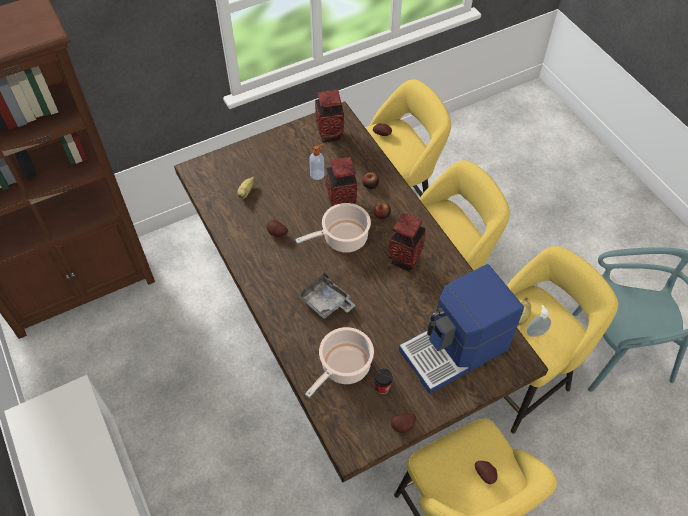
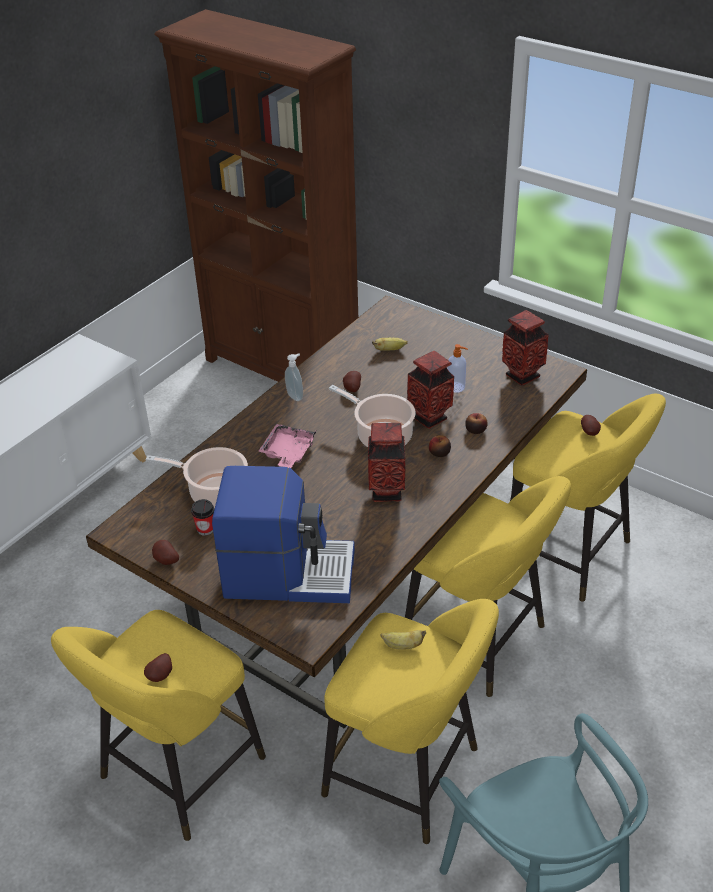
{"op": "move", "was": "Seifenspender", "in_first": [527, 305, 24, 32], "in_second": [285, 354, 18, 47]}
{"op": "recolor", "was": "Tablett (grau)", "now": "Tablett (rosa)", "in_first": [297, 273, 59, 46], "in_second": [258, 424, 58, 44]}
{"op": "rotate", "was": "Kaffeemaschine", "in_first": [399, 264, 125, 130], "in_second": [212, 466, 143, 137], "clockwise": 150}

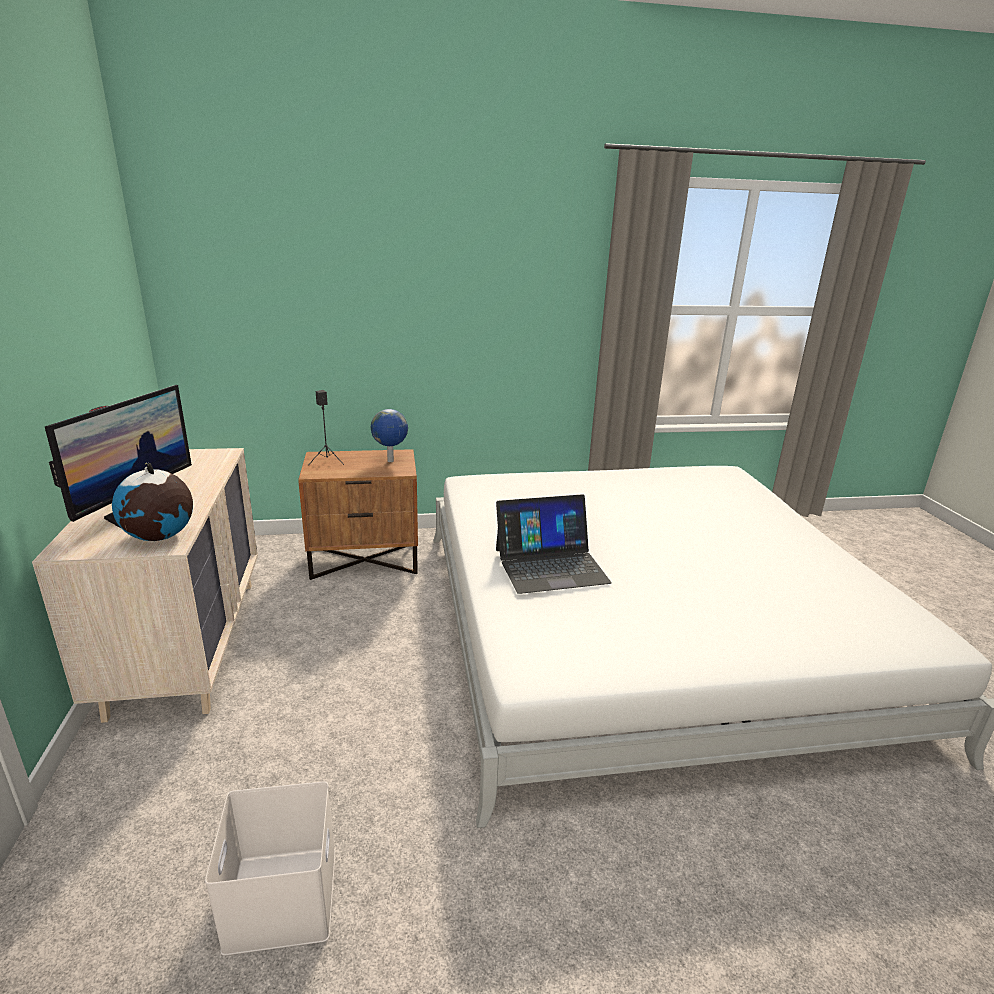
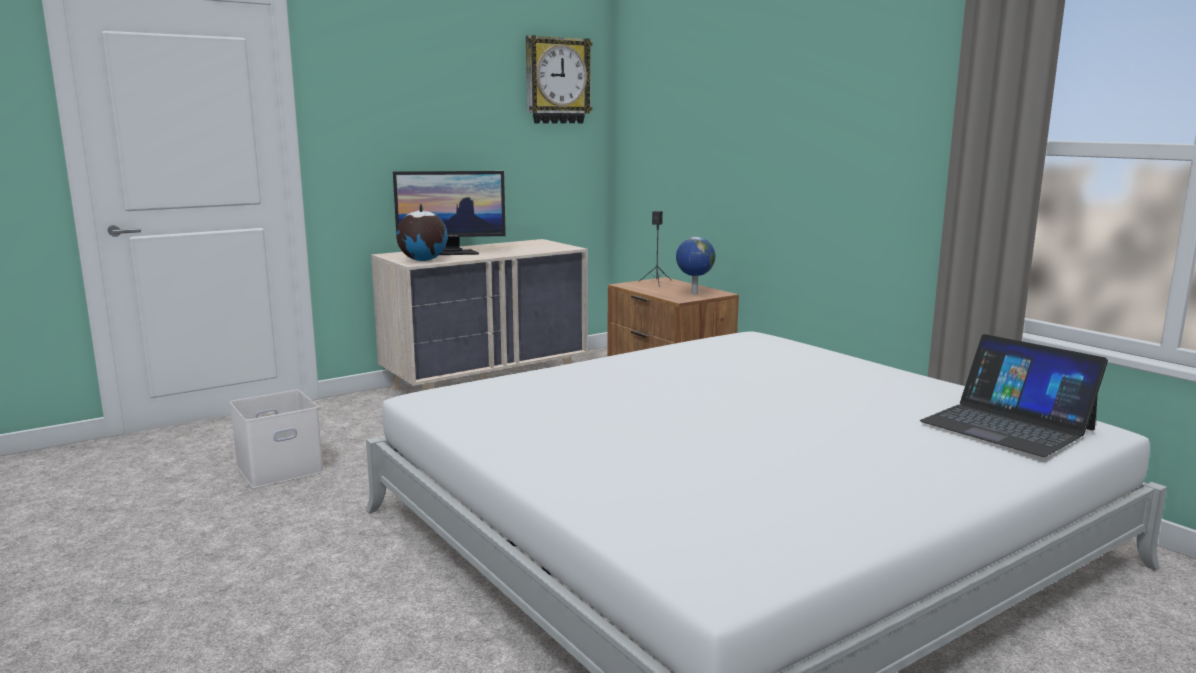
{"op": "insert", "now": "Wanduhr", "in_second": [526, 35, 66, 89]}
{"op": "move", "was": "Laptop", "in_first": [496, 494, 115, 100], "in_second": [920, 334, 188, 123]}

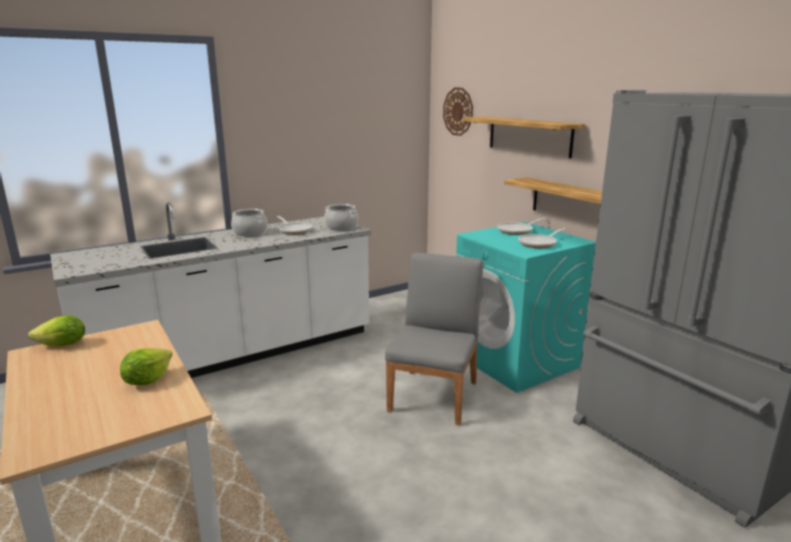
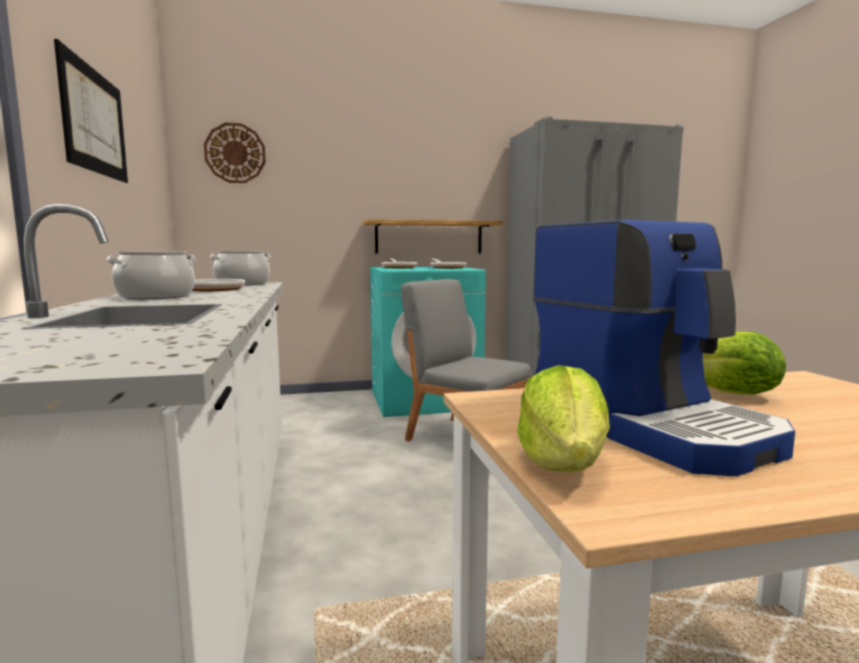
{"op": "delete", "was": "Wandregal", "in_first": [462, 117, 124, 41]}
{"op": "insert", "now": "Bild", "in_second": [54, 39, 74, 144]}
{"op": "insert", "now": "Kaffeemaschine", "in_second": [533, 220, 262, 256]}

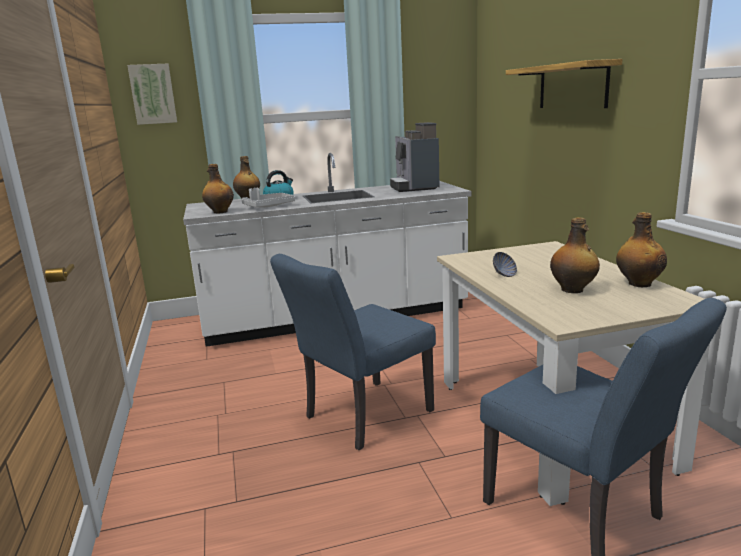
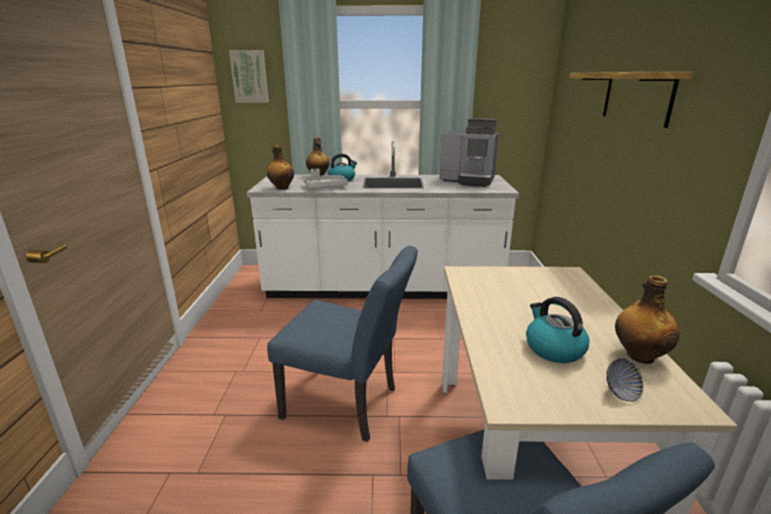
{"op": "move", "was": "Schüssel", "in_first": [493, 252, 24, 25], "in_second": [606, 358, 37, 44]}
{"op": "replace", "was": "Flasche", "now": "Wasserkessel", "in_first": [550, 218, 50, 75], "in_second": [526, 297, 64, 66]}
{"op": "rotate", "was": "Stuhl (blau)", "in_first": [270, 254, 166, 196], "in_second": [267, 246, 151, 196], "clockwise": -135}
{"op": "rotate", "was": "Kaffeemaschine", "in_first": [390, 122, 49, 70], "in_second": [440, 118, 59, 69], "clockwise": -75}

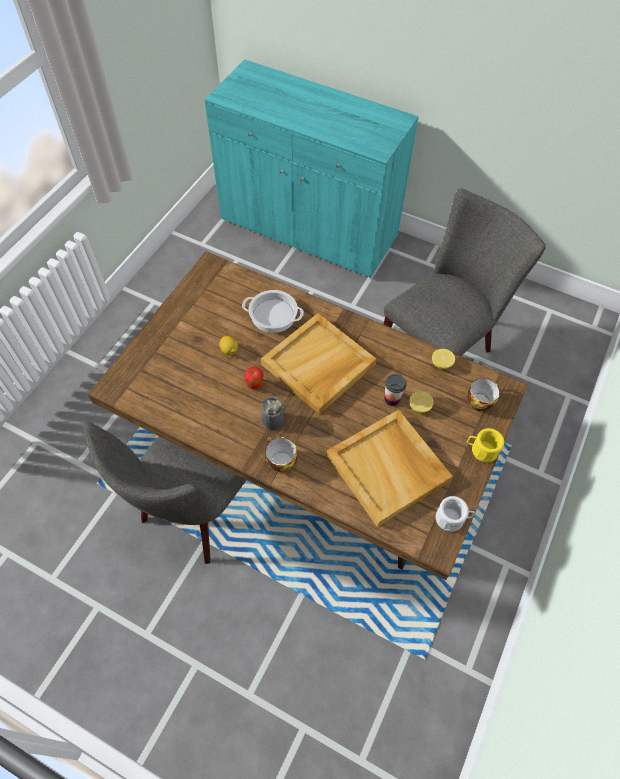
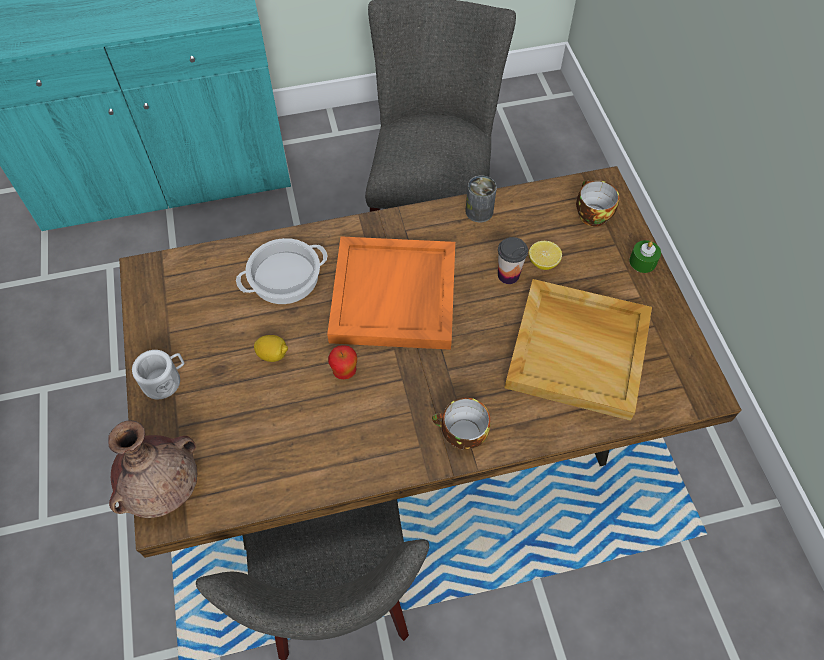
{"op": "delete", "was": "Zitrone", "in_first": [432, 349, 23, 20]}
{"op": "insert", "now": "Vase (braun)", "in_second": [108, 420, 89, 98]}
{"op": "move", "was": "Dose", "in_first": [261, 397, 23, 34], "in_second": [465, 175, 32, 48]}
{"op": "move", "was": "Henkelbecher (weiß)", "in_first": [436, 496, 39, 36], "in_second": [132, 350, 52, 49]}
{"op": "replace", "was": "Henkelbecher (gelb)", "now": "Kerze (grün)", "in_first": [467, 428, 37, 34], "in_second": [629, 240, 32, 33]}
{"op": "recolor", "was": "Tablett (beige)", "now": "Tablett (orange)", "in_first": [261, 313, 115, 101], "in_second": [327, 236, 128, 114]}

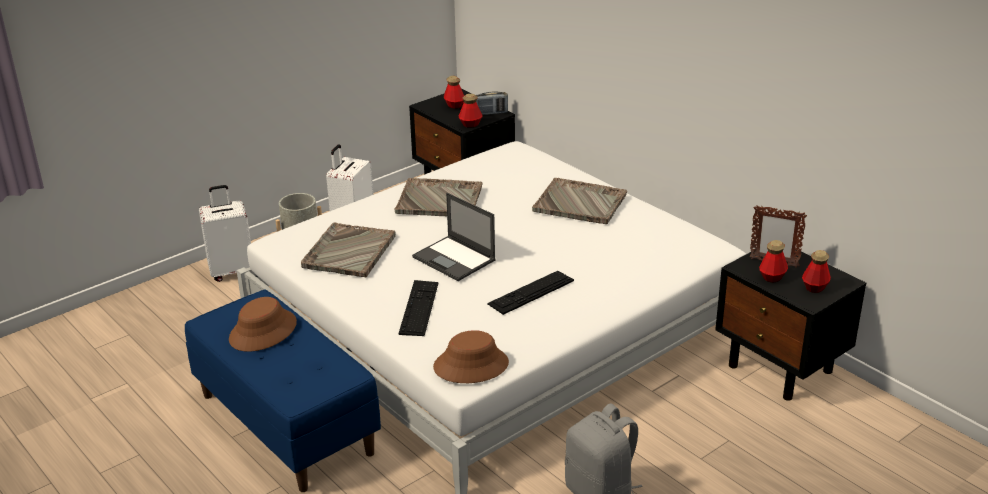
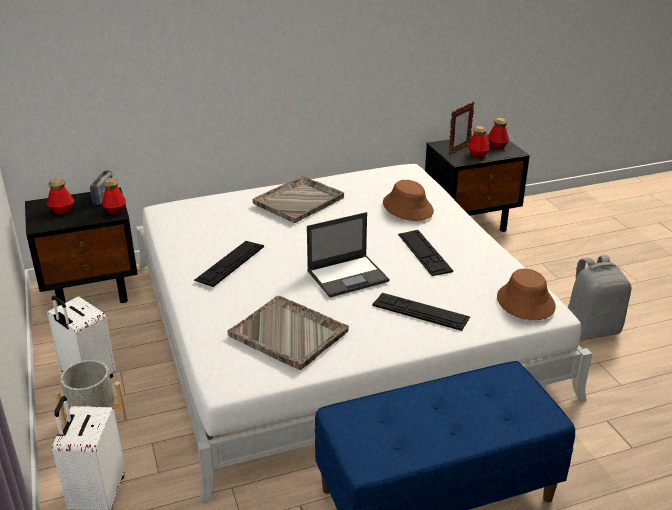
{"op": "move", "was": "Hut (braun)", "in_first": [229, 297, 68, 55], "in_second": [383, 180, 51, 41]}
{"op": "replace", "was": "Tablett (grau)", "now": "Tastatur", "in_first": [395, 178, 88, 38], "in_second": [194, 241, 70, 46]}

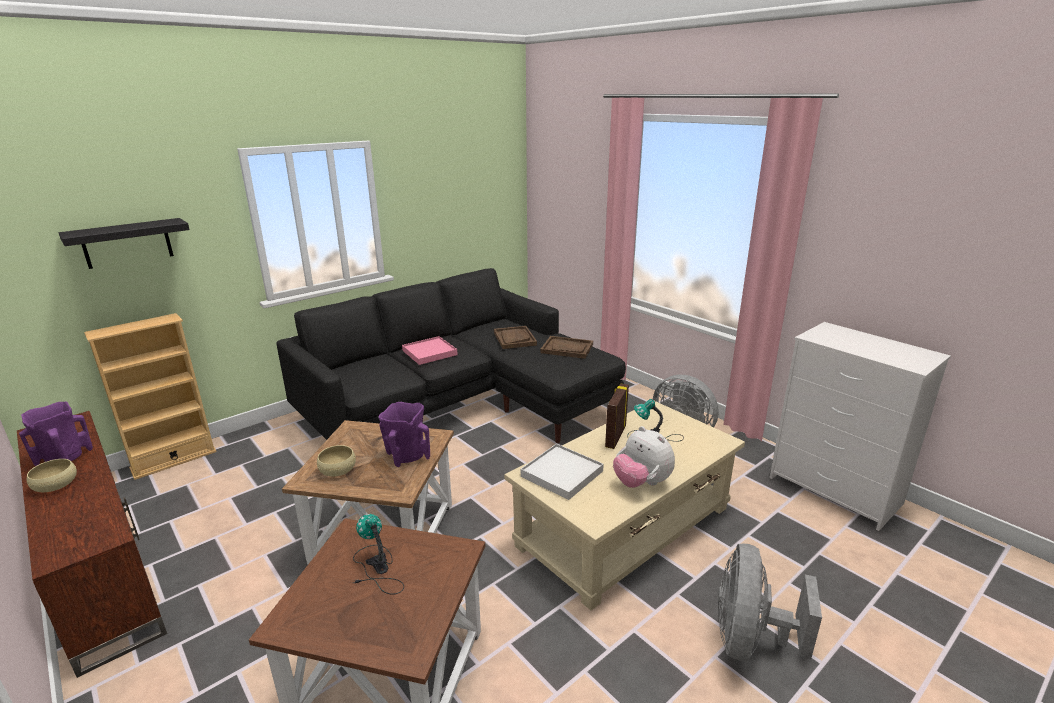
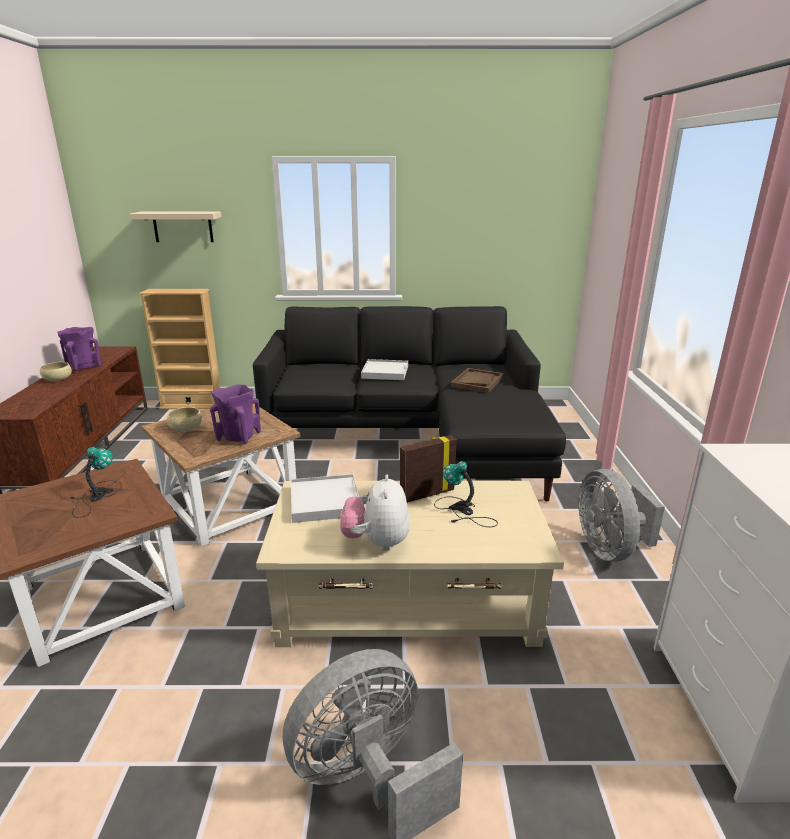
{"op": "delete", "was": "Tablett (braun)", "in_first": [540, 336, 53, 23]}
{"op": "recolor", "was": "Wandregal (schwarz)", "now": "Wandregal (beige)", "in_first": [59, 218, 131, 51], "in_second": [129, 211, 93, 31]}
{"op": "recolor", "was": "Tablett (rosa)", "now": "Tablett (weiß)", "in_first": [402, 336, 56, 29], "in_second": [361, 359, 47, 21]}

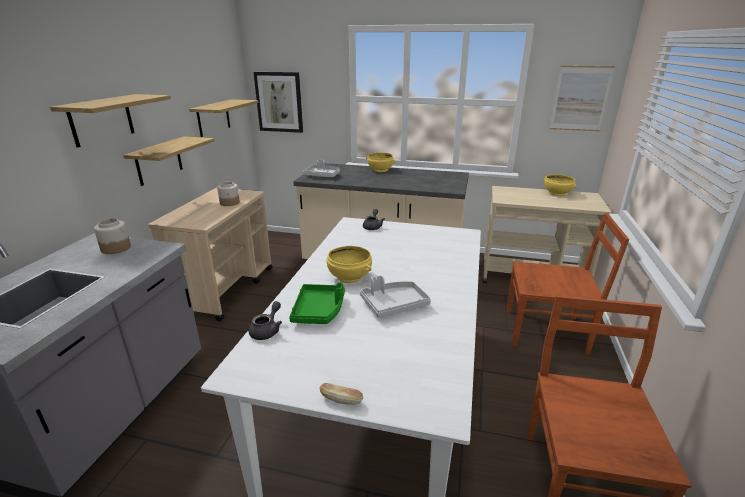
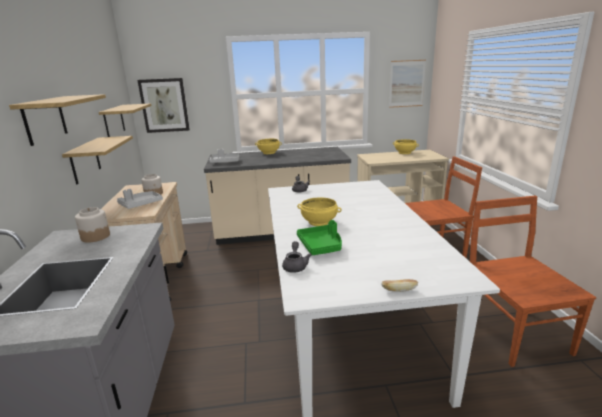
{"op": "move", "was": "Tablett (grau)", "in_first": [360, 275, 71, 43], "in_second": [117, 189, 46, 20]}

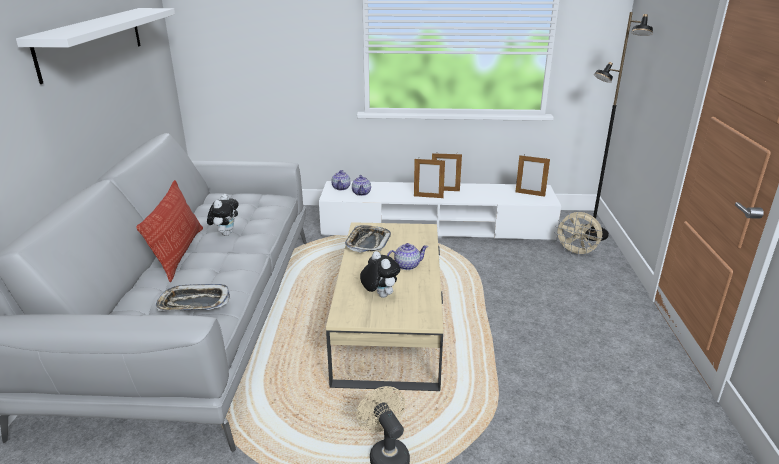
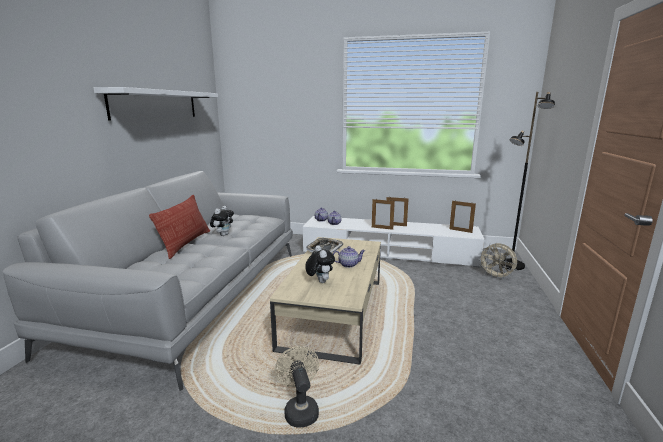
{"op": "delete", "was": "Tablett", "in_first": [155, 284, 75, 27]}

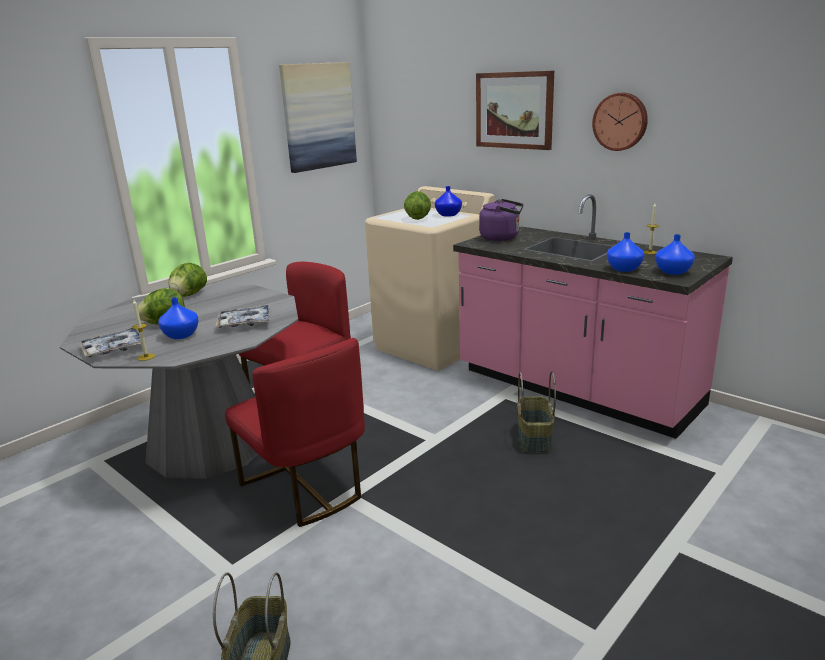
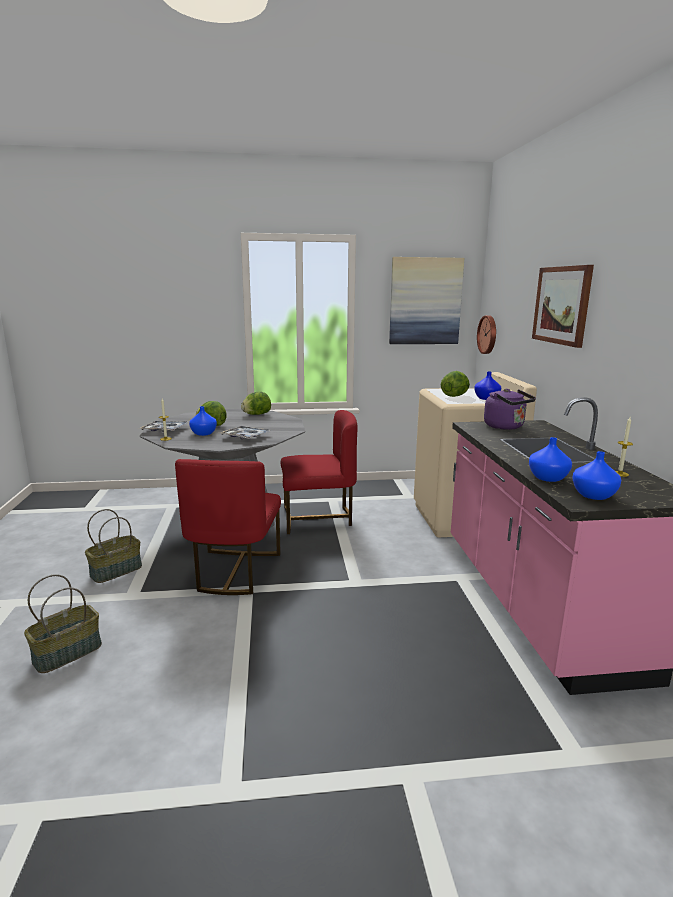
{"op": "move", "was": "Korb", "in_first": [517, 371, 39, 82], "in_second": [85, 509, 57, 74]}
{"op": "move", "was": "Wanduhr", "in_first": [592, 93, 56, 58], "in_second": [477, 316, 19, 38]}

